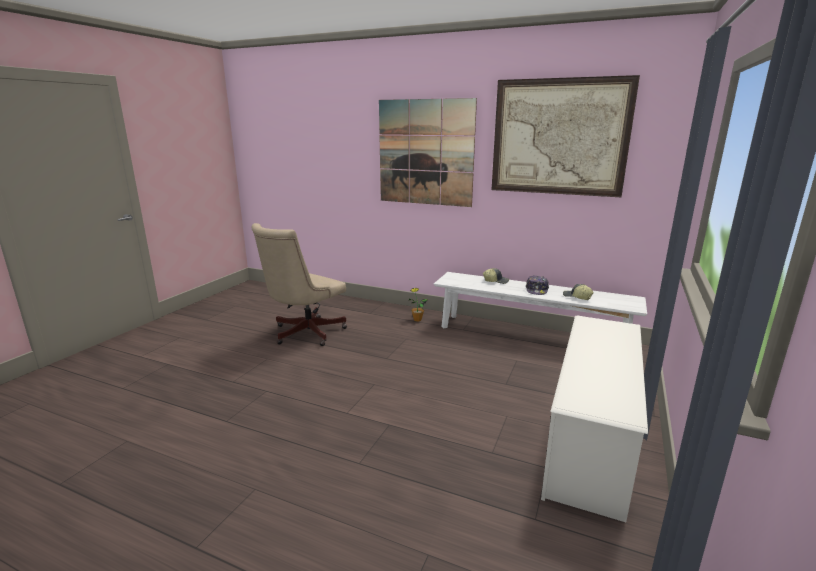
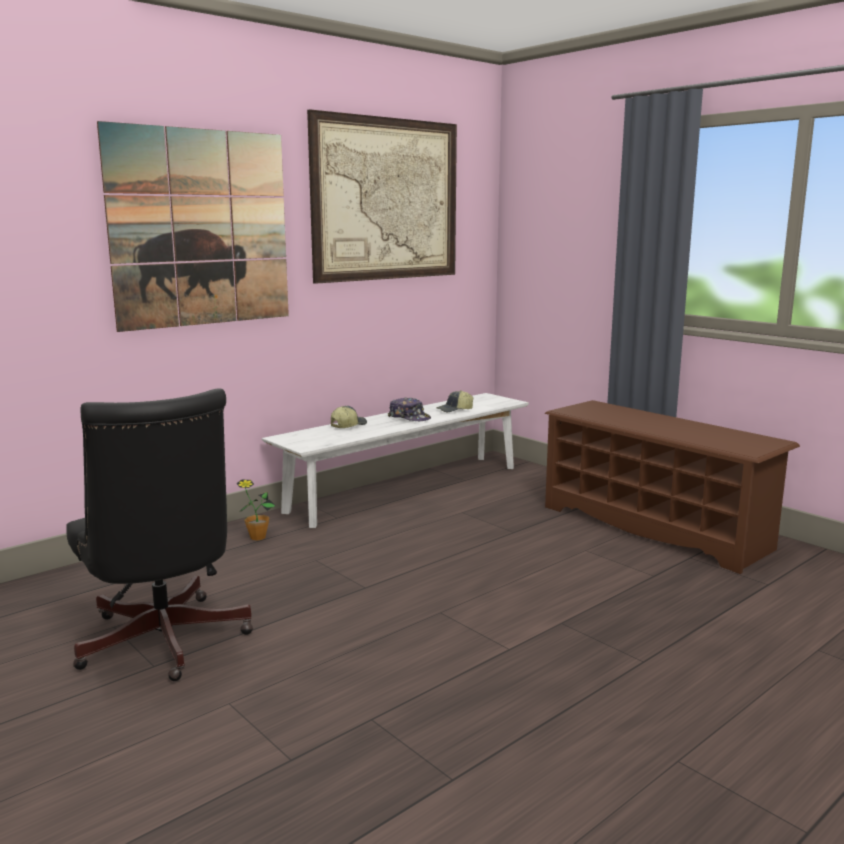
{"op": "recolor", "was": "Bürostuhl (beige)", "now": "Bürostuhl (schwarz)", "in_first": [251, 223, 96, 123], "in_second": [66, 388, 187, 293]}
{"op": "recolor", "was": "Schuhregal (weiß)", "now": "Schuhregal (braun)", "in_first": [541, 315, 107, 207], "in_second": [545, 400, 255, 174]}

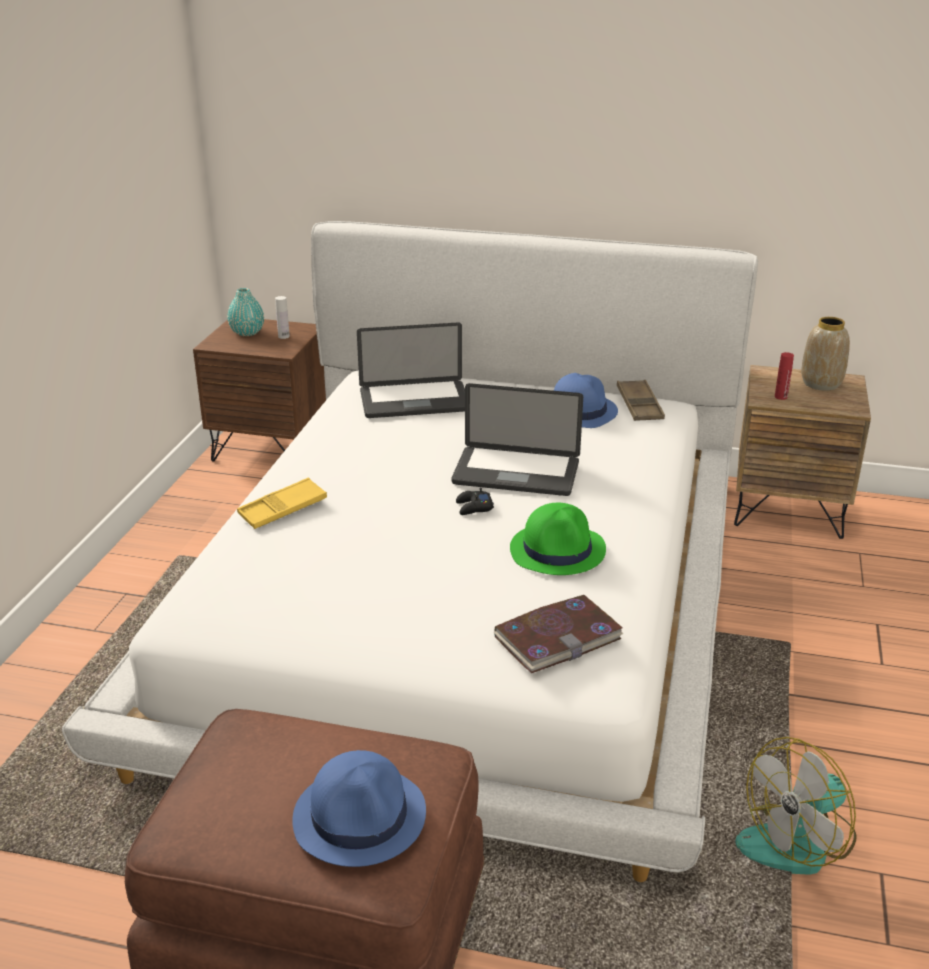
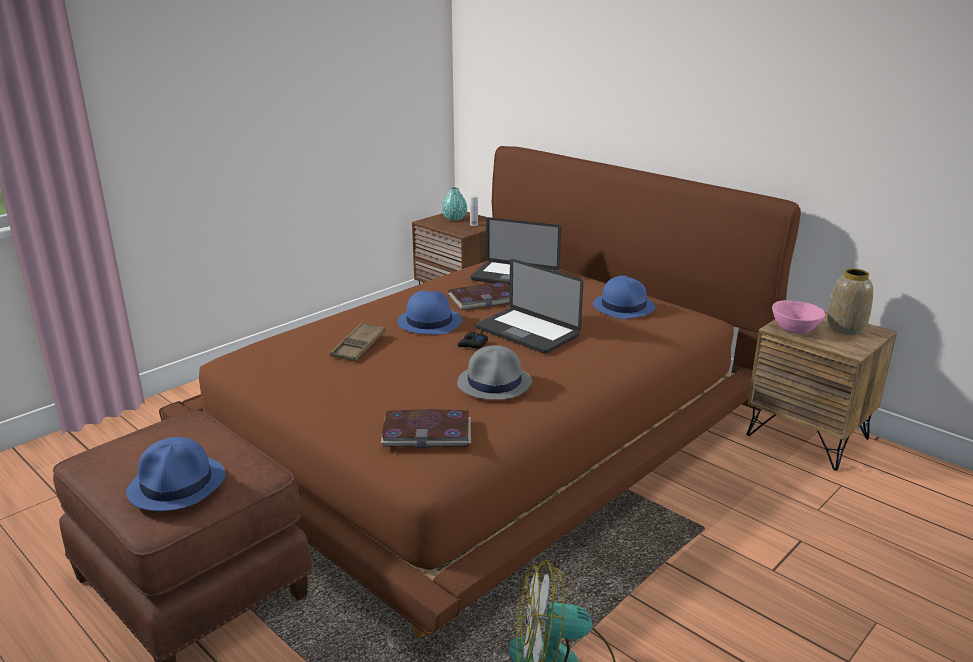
{"op": "delete", "was": "Tablett (gelb)", "in_first": [237, 477, 90, 52]}
{"op": "insert", "now": "Hut (blau)", "in_second": [397, 290, 65, 45]}
{"op": "insert", "now": "Buch", "in_second": [448, 282, 62, 28]}
{"op": "move", "was": "Tablett (braun)", "in_first": [617, 380, 48, 41], "in_second": [330, 323, 56, 38]}
{"op": "replace", "was": "Flasche (rot)", "now": "Schüssel (rosa)", "in_first": [775, 352, 19, 48], "in_second": [772, 300, 53, 34]}
{"op": "recolor", "was": "Bett (weiß)", "now": "Bett (braun)", "in_first": [62, 221, 696, 661], "in_second": [159, 146, 642, 492]}
{"op": "recolor", "was": "Hut (grün)", "now": "Hut (grau)", "in_first": [510, 503, 96, 72], "in_second": [457, 345, 75, 55]}

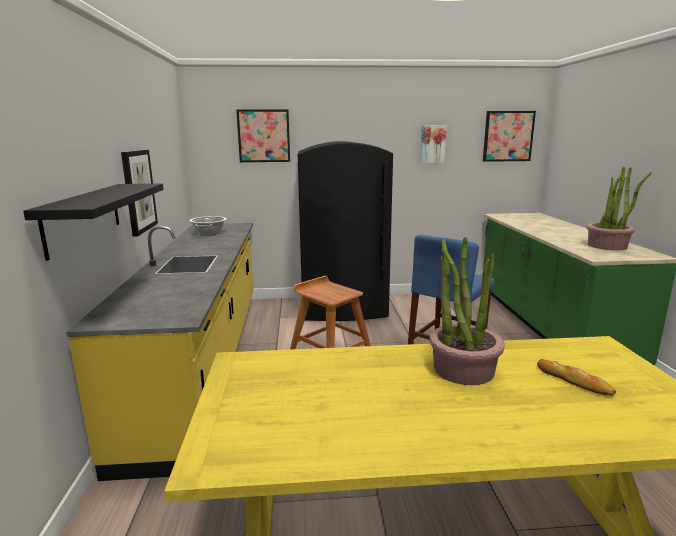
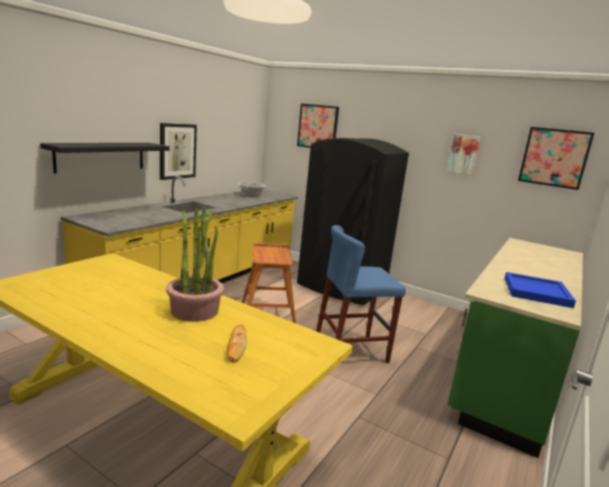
{"op": "replace", "was": "Topfpflanze", "now": "Tablett (blau)", "in_first": [586, 167, 66, 83], "in_second": [504, 272, 72, 36]}

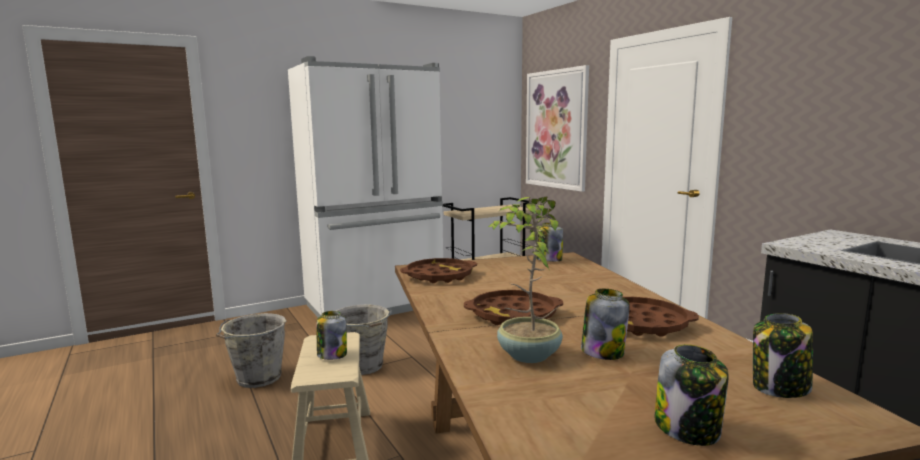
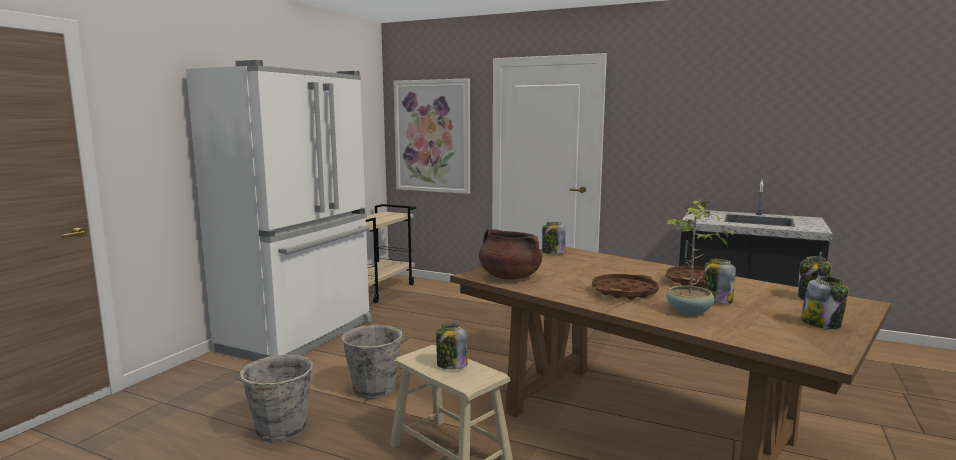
{"op": "replace", "was": "Tablett (braun)", "now": "Kochtopf (braun)", "in_first": [400, 258, 77, 25], "in_second": [479, 229, 63, 51]}

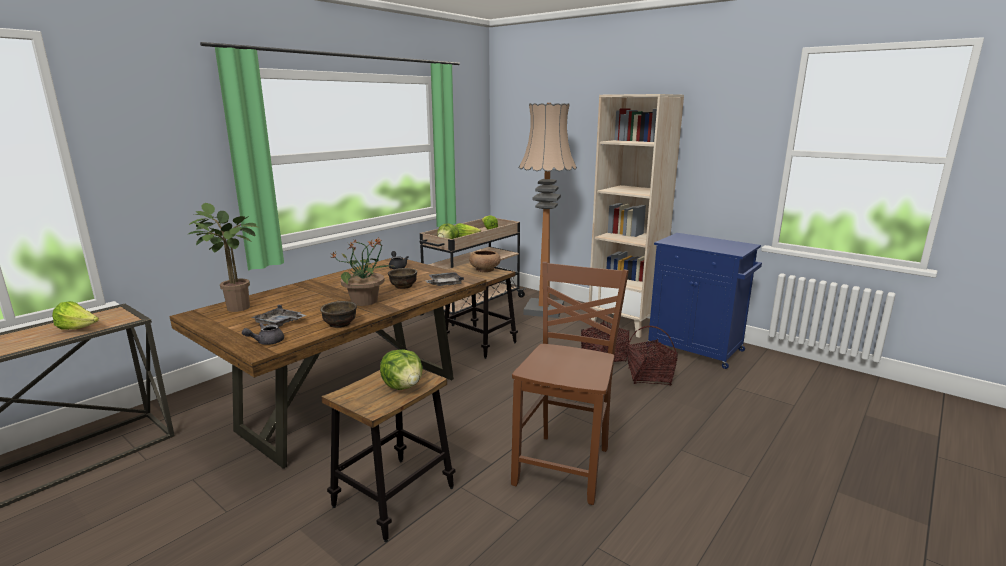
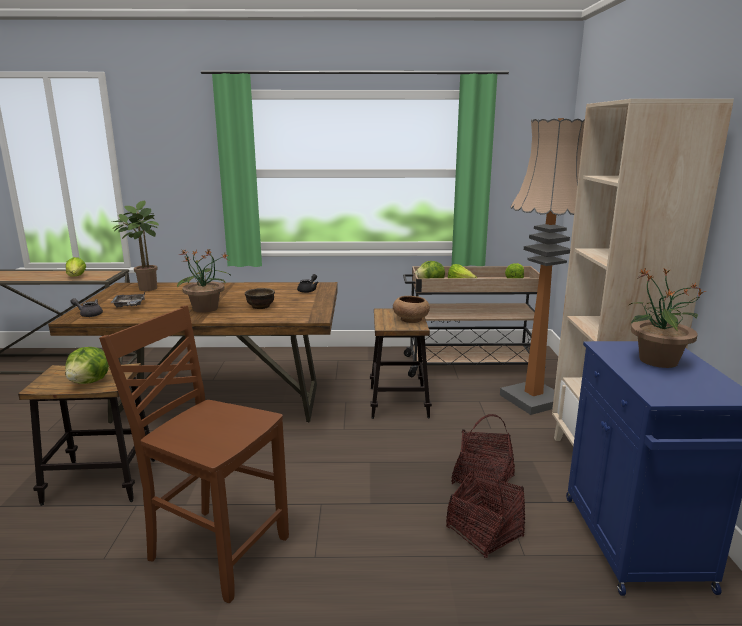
{"op": "delete", "was": "Schüssel (braun)", "in_first": [320, 301, 37, 27]}
{"op": "delete", "was": "Tablett (grau)", "in_first": [425, 272, 39, 14]}
{"op": "insert", "now": "Topfpflanze", "in_second": [628, 267, 78, 101]}
{"op": "rotate", "was": "Stuhl (braun)", "in_first": [511, 262, 118, 243], "in_second": [99, 306, 190, 297], "clockwise": -135}

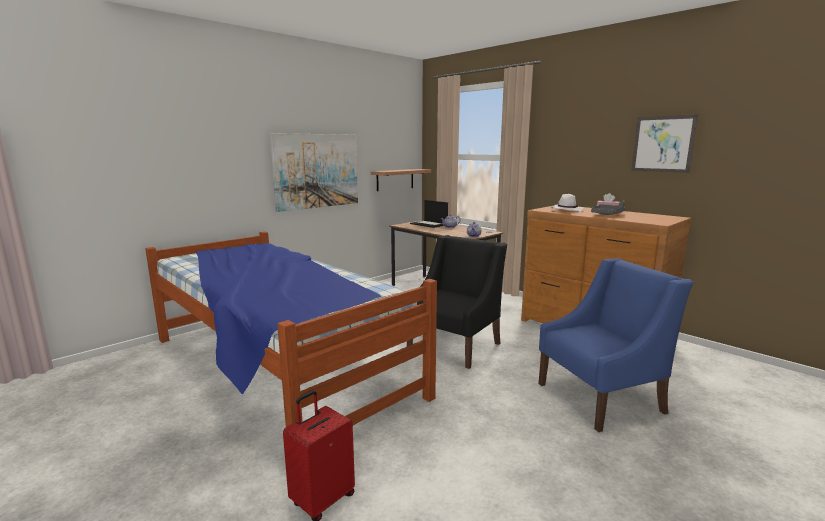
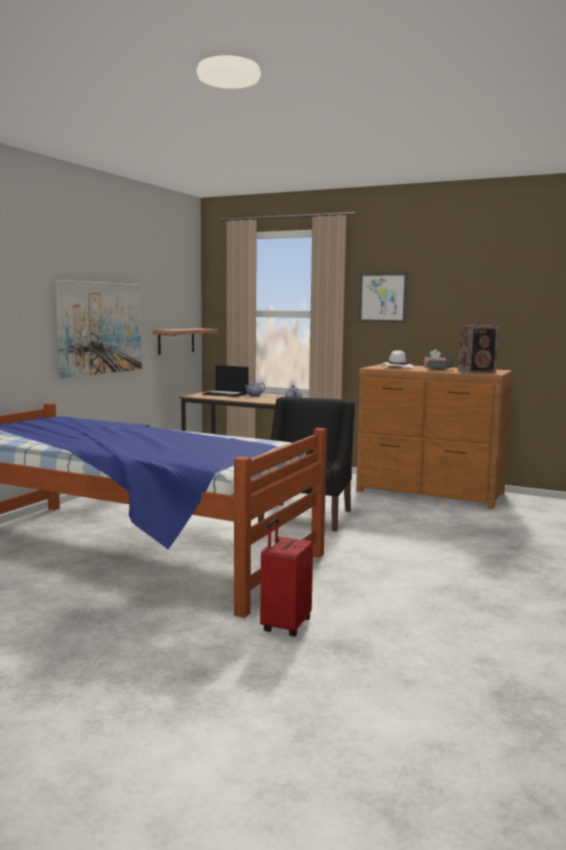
{"op": "delete", "was": "Sessel (blau)", "in_first": [538, 258, 155, 174]}
{"op": "insert", "now": "Lautsprecher", "in_second": [458, 323, 41, 50]}
{"op": "move", "was": "Bild", "in_first": [631, 114, 67, 59], "in_second": [358, 272, 50, 51]}

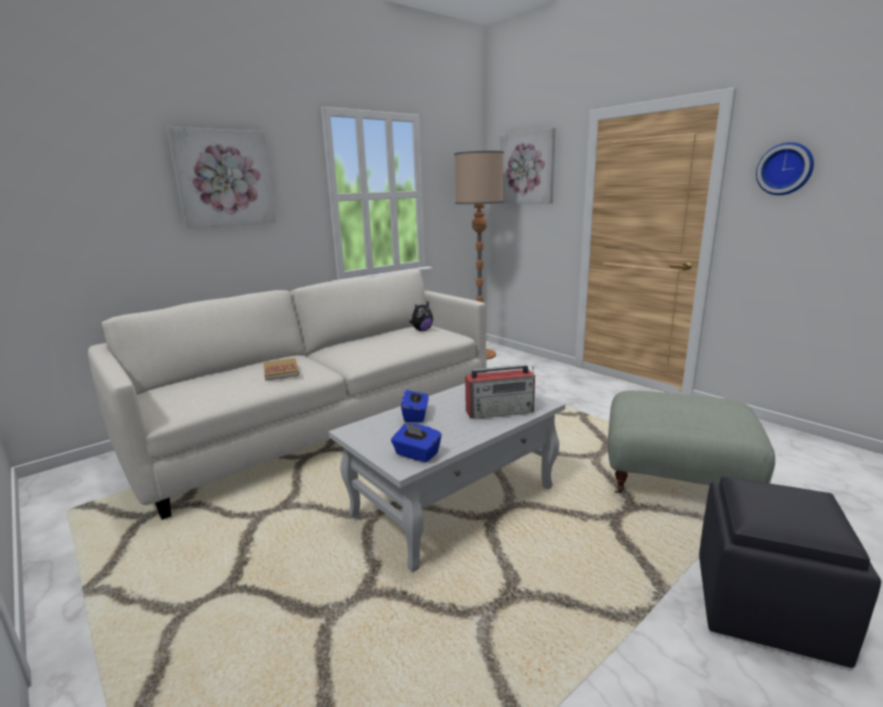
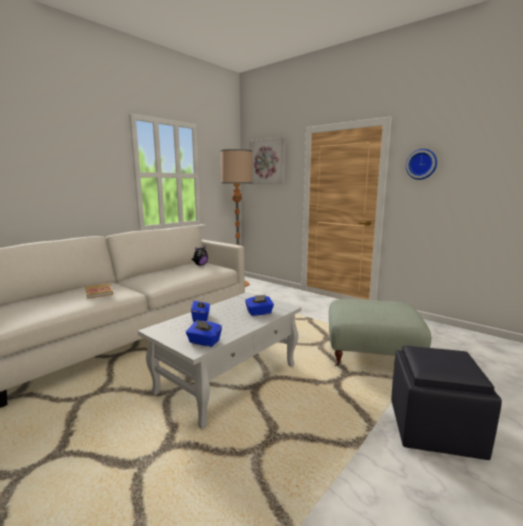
{"op": "delete", "was": "Bild", "in_first": [166, 127, 110, 101]}
{"op": "replace", "was": "Radio", "now": "Taschentuchbox (blau)", "in_first": [465, 365, 70, 54], "in_second": [245, 295, 29, 21]}

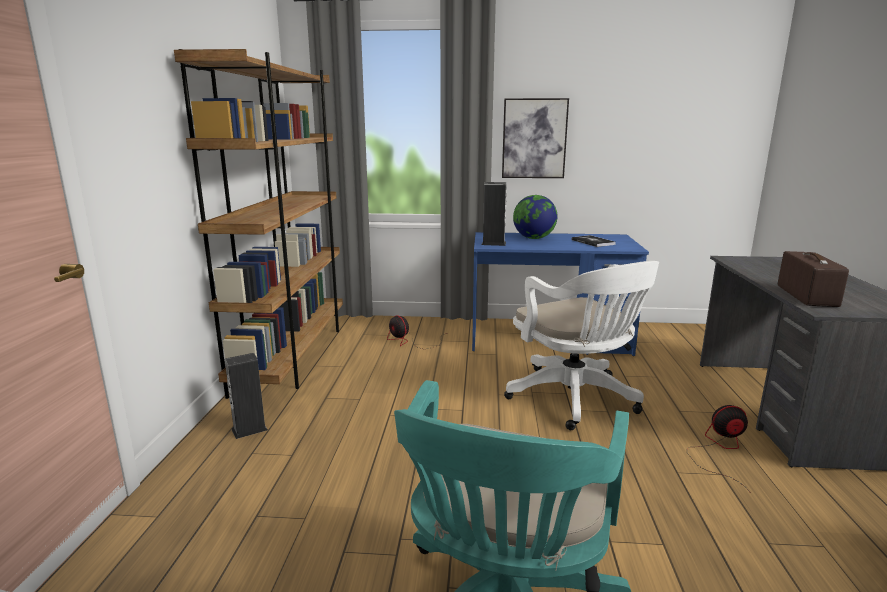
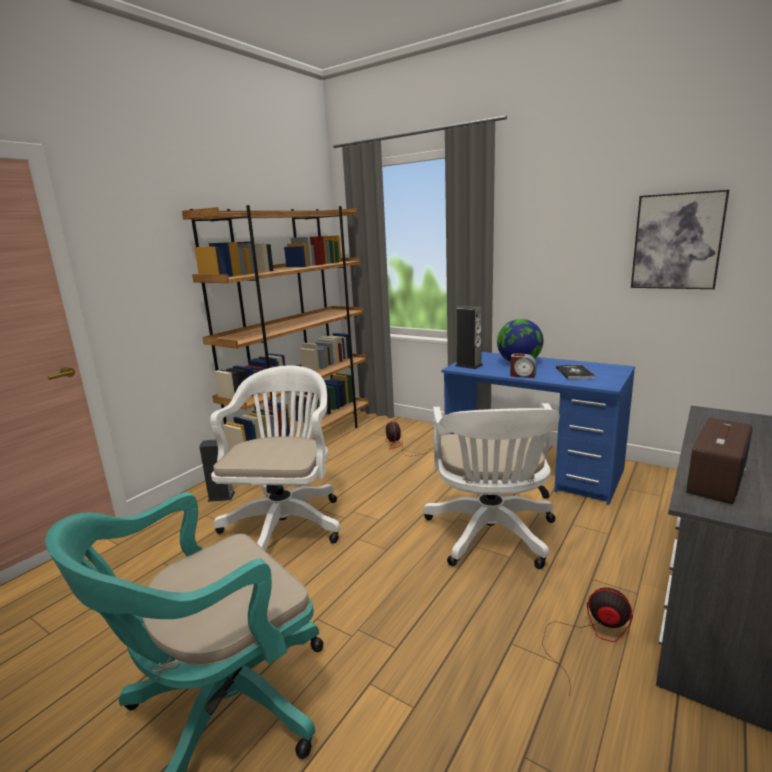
{"op": "insert", "now": "Bürostuhl (weiß)", "in_second": [211, 366, 129, 185]}
{"op": "insert", "now": "Wecker", "in_second": [510, 353, 27, 25]}
{"op": "move", "was": "Bild", "in_first": [502, 98, 67, 80], "in_second": [631, 189, 98, 100]}

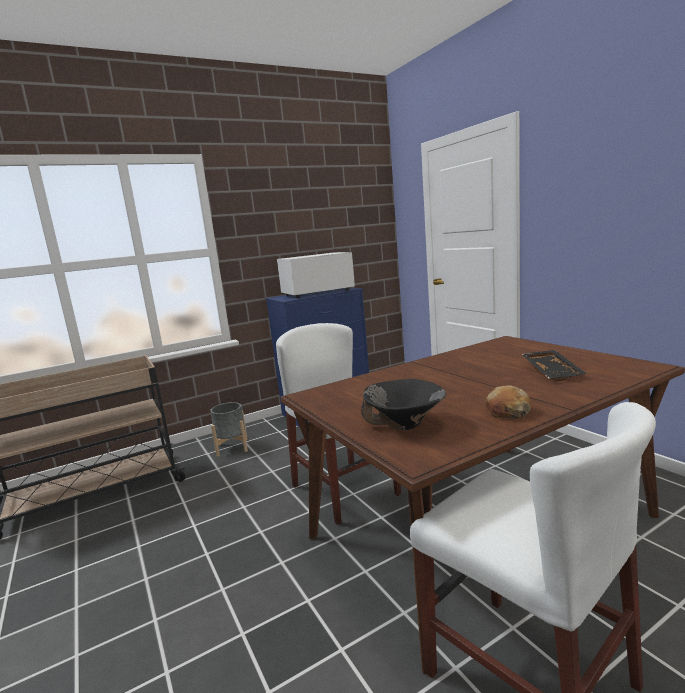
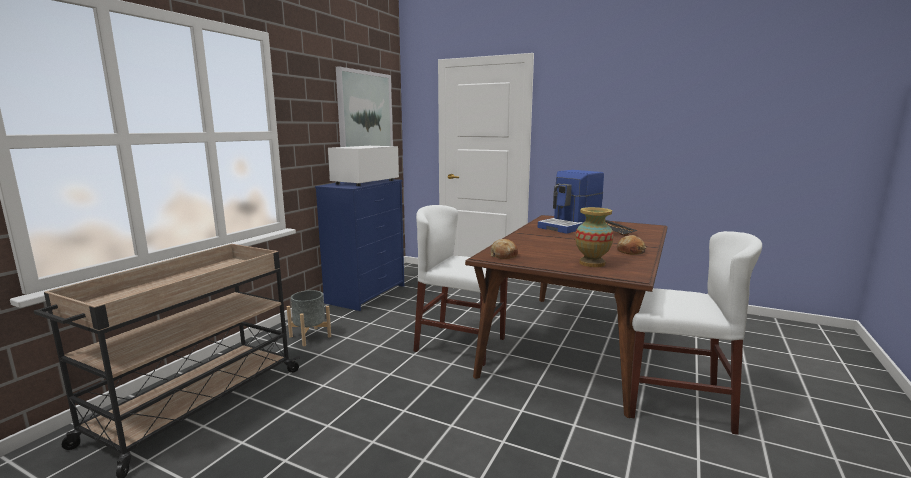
{"op": "insert", "now": "Bild", "in_second": [336, 66, 57, 81]}
{"op": "insert", "now": "Brot", "in_second": [491, 239, 27, 20]}
{"op": "insert", "now": "Kaffeemaschine", "in_second": [538, 170, 66, 64]}
{"op": "replace", "was": "Schüssel (schwarz)", "now": "Vase", "in_first": [361, 379, 85, 51], "in_second": [575, 207, 39, 60]}

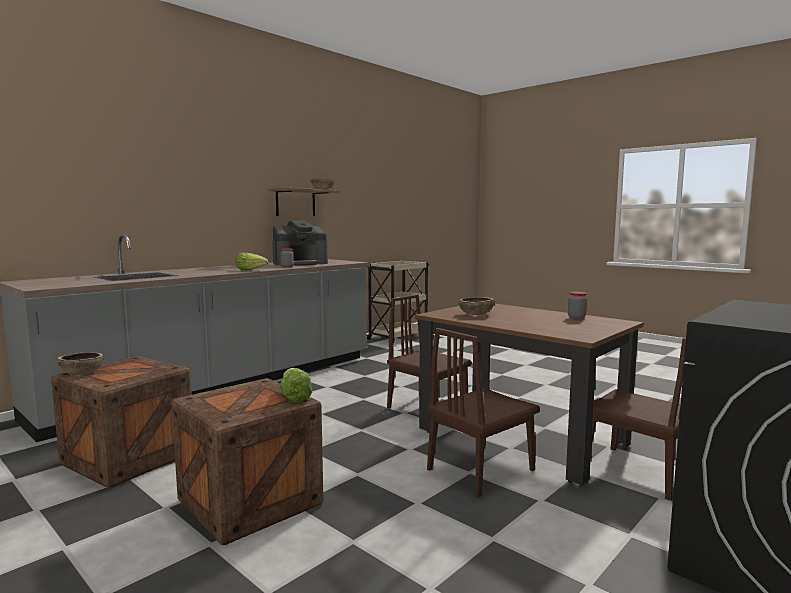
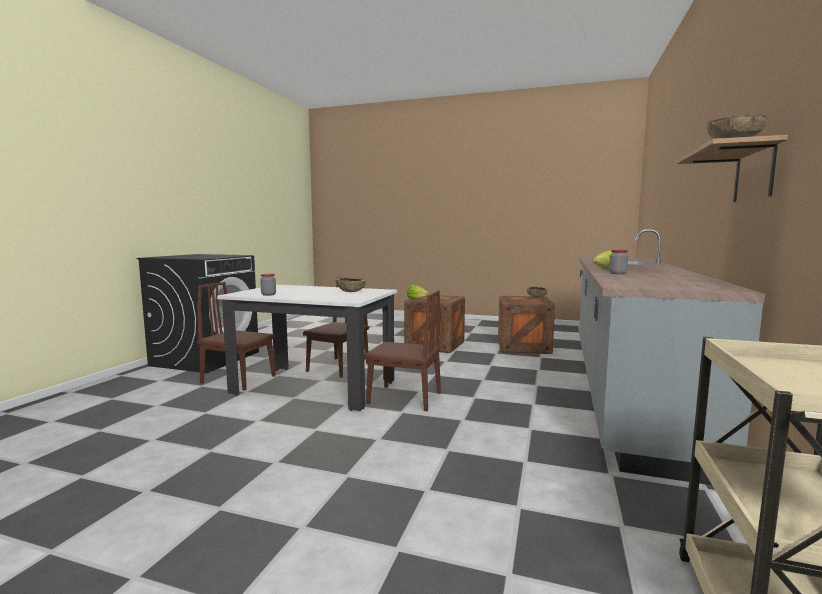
{"op": "delete", "was": "Kaffeemaschine", "in_first": [272, 221, 56, 45]}
{"op": "recolor", "was": "Esstisch (braun)", "now": "Esstisch (weiß)", "in_first": [415, 304, 229, 181], "in_second": [217, 285, 180, 126]}

